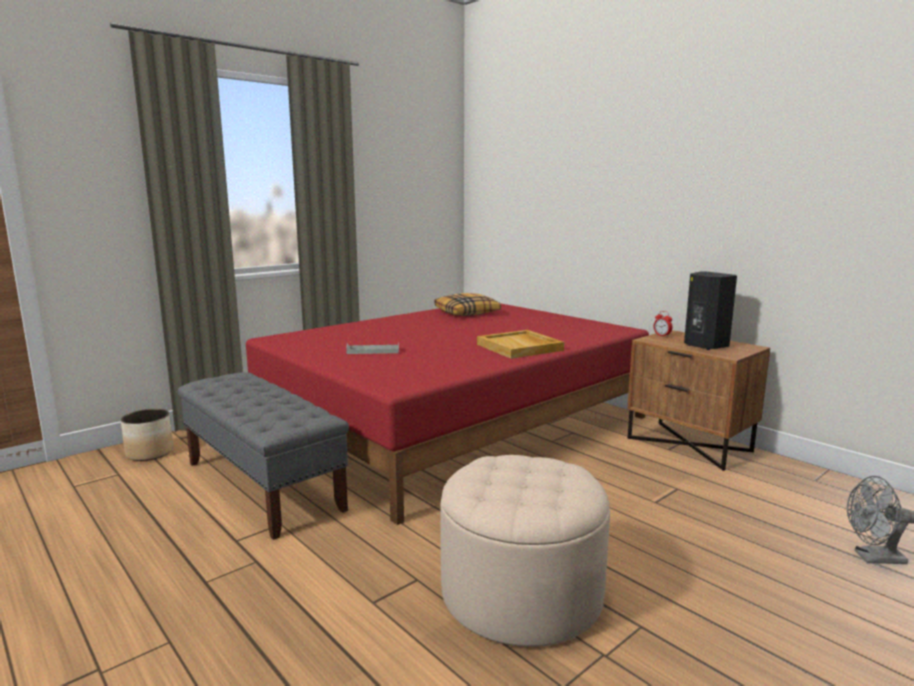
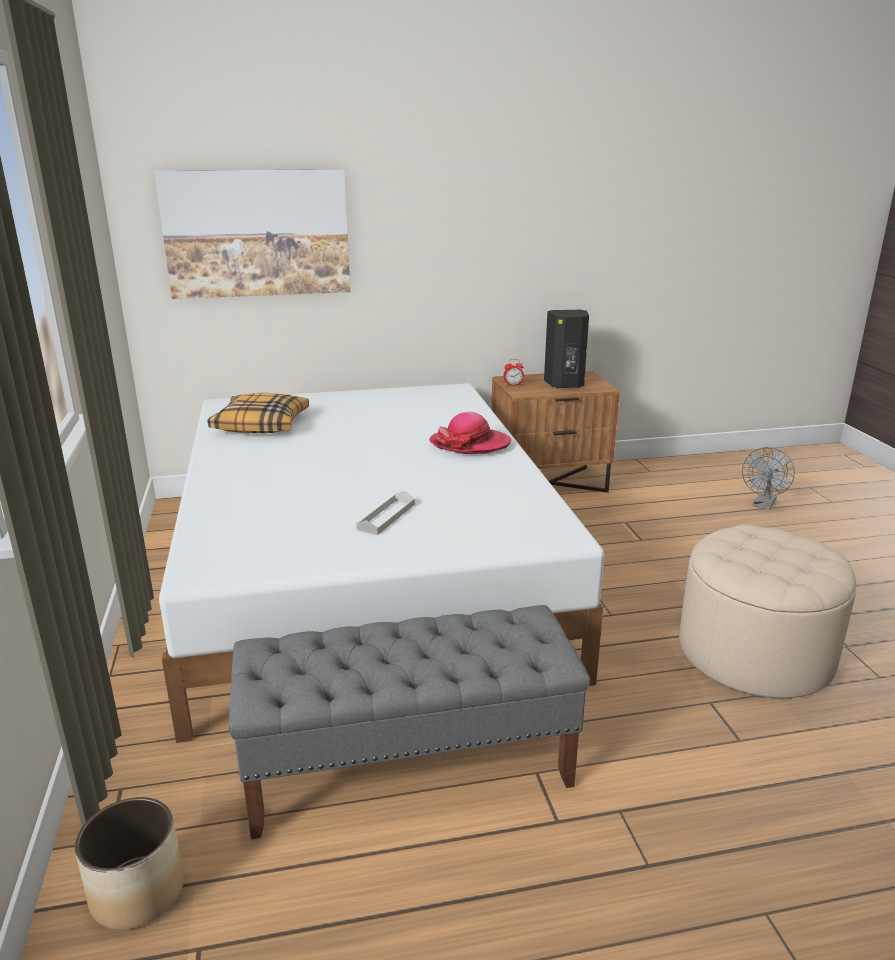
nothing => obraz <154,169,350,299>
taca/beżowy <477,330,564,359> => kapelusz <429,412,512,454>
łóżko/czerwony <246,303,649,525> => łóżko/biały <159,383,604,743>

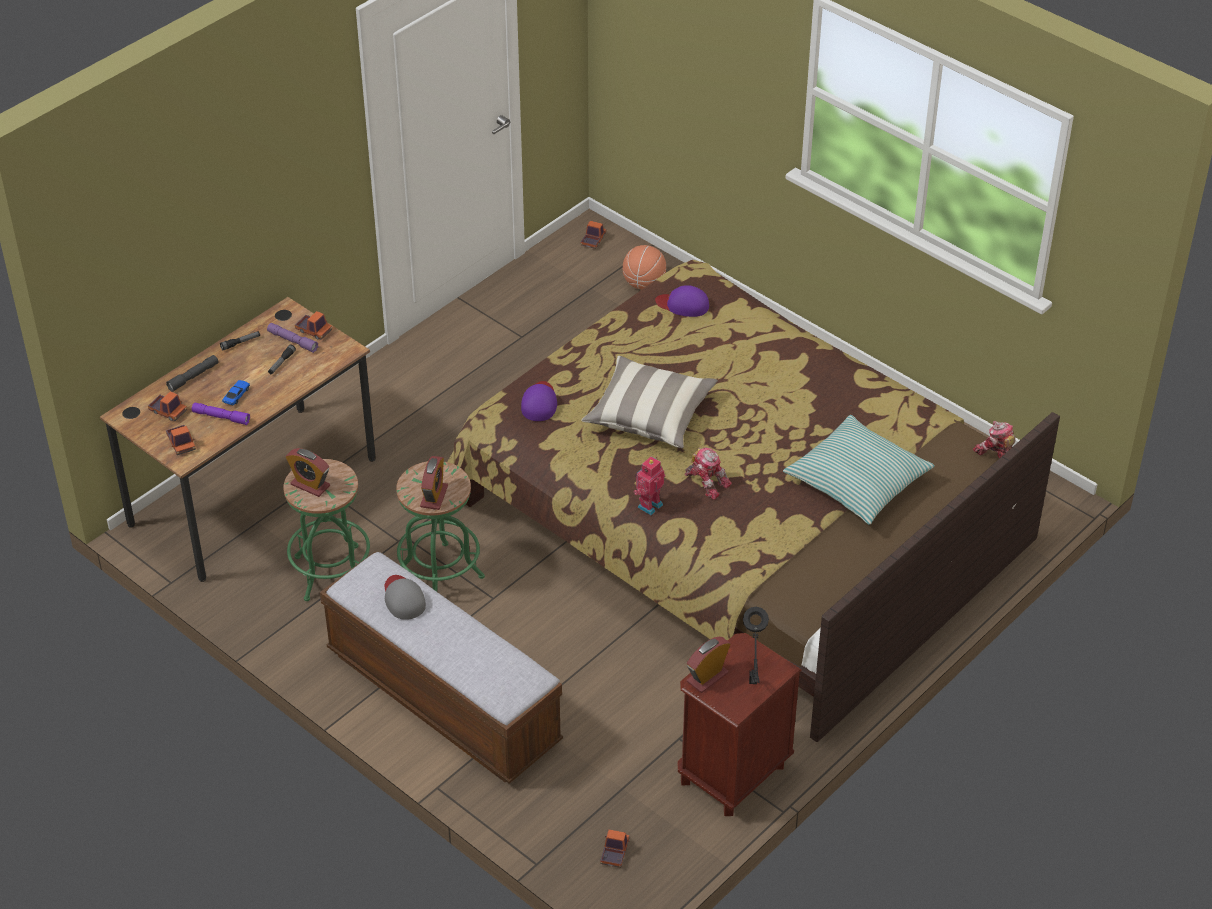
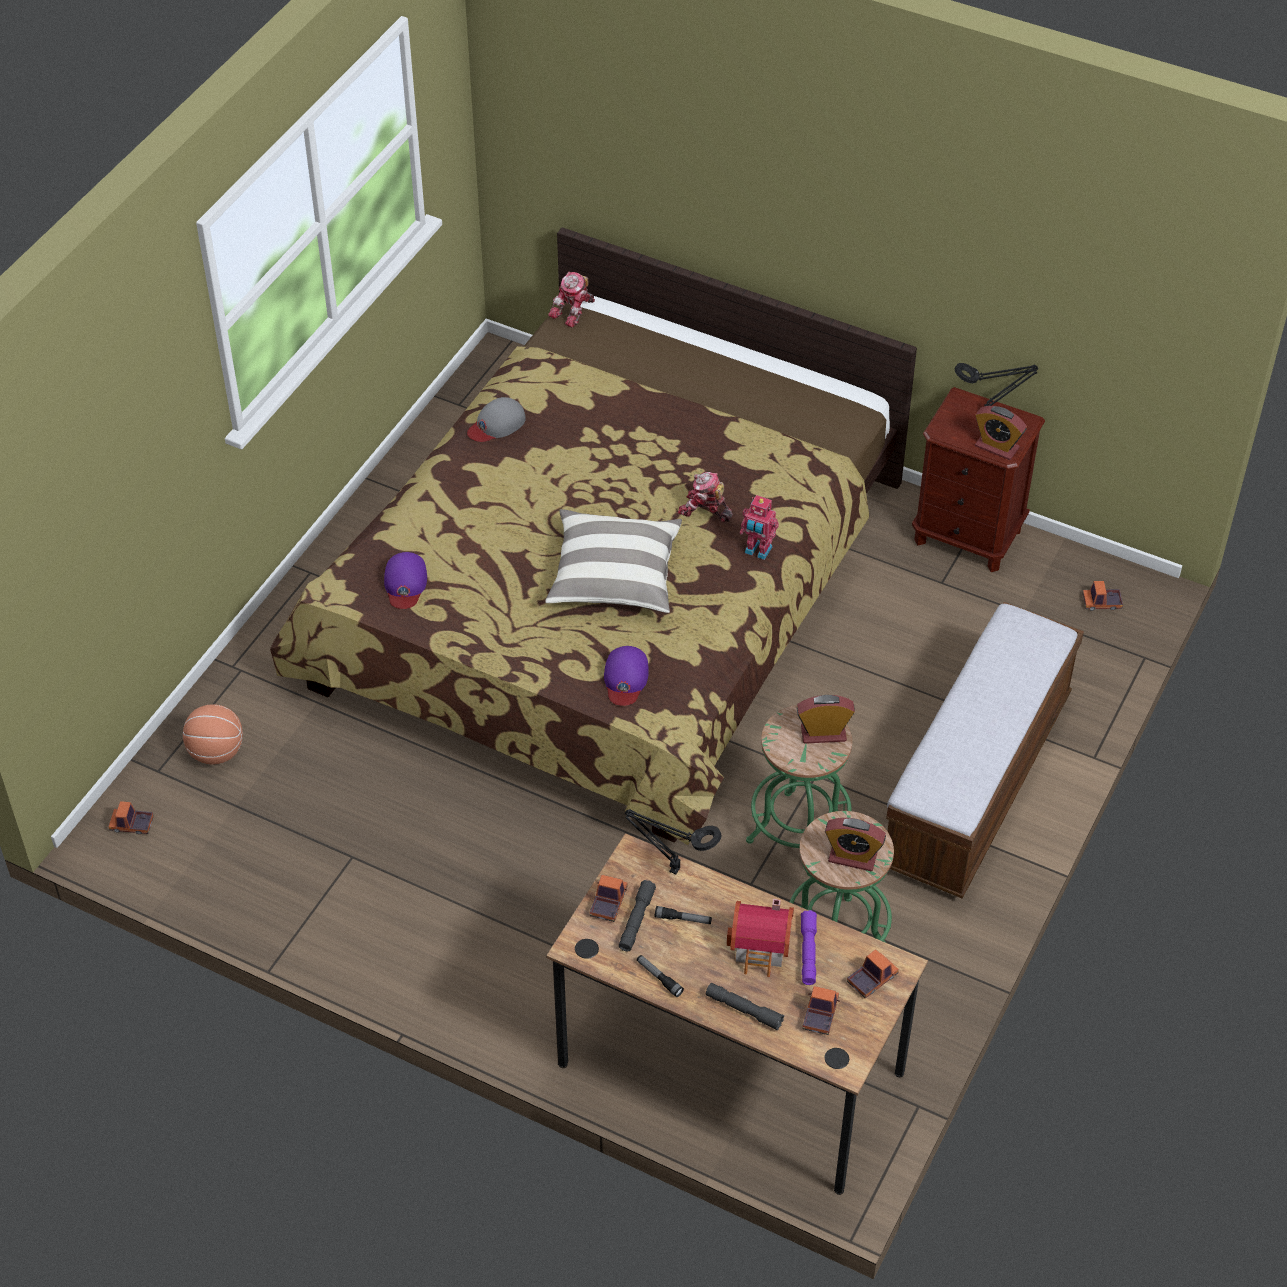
poduszka <783,415,935,525> => nothing
nothing => lampa stołowa/czarny <625,809,722,874>
czapka z daszkiem/szary <385,575,426,620> => czapka z daszkiem/szary <467,397,526,442>, relocated
samochodzik <222,380,250,406> => domek <727,899,794,977>
latarka/fioletowy <267,323,318,353> => latarka/szary <619,880,656,951>
budzik <286,448,330,497> => budzik <825,818,886,871>, 90 degrees clockwise
czapka z daszkiem/fioletowy <521,381,557,421> => czapka z daszkiem/fioletowy <604,646,649,706>, 75 degrees counterclockwise
robot zabawkowy <685,447,732,500> => robot zabawkowy <677,472,733,522>, 90 degrees counterclockwise

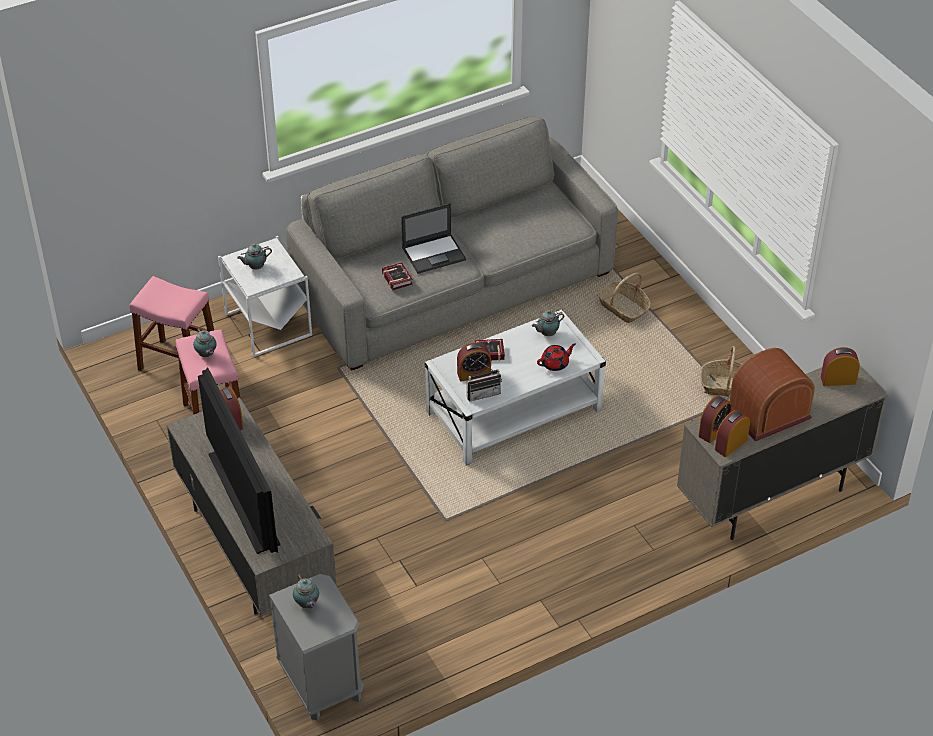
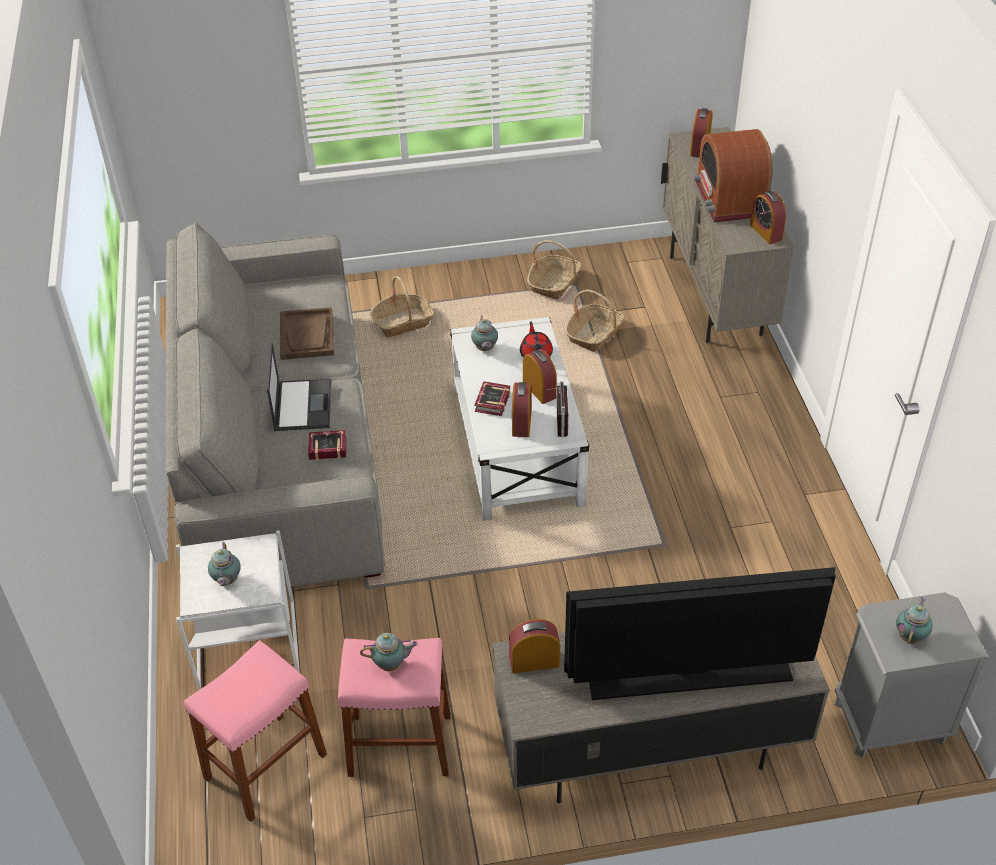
nothing => taca/brązowy <280,307,334,360>
nothing => koszyk <565,290,625,352>
budzik <698,396,732,443> => budzik <523,349,557,404>, relocated
imbryk <293,574,319,608> => imbryk <896,597,933,644>, 60 degrees counterclockwise

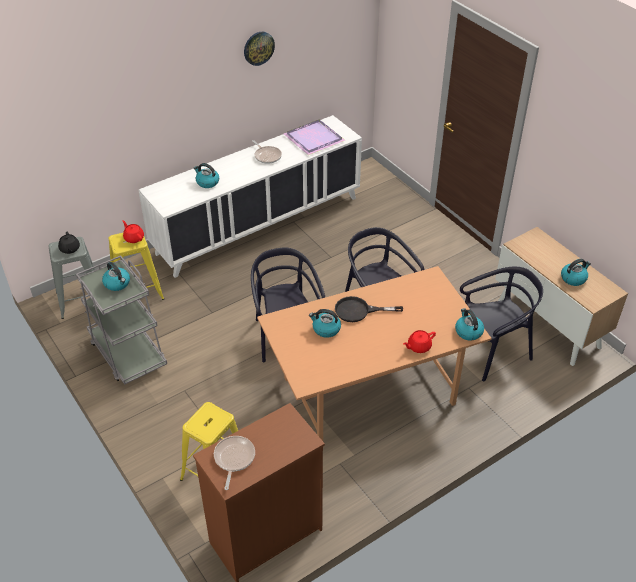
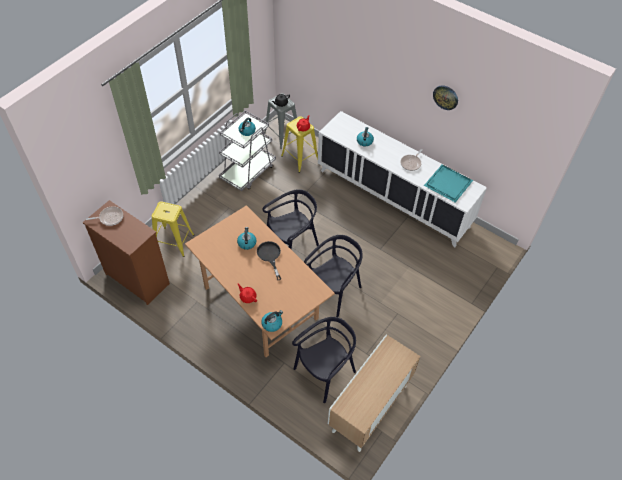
czajnik <561,259,591,286> => nothing
taca/fioletowy <284,120,345,155> => taca/turkusowy <424,164,473,203>
krzesło/czarny <460,267,543,382> => krzesło/czarny <292,317,356,403>, 90 degrees counterclockwise

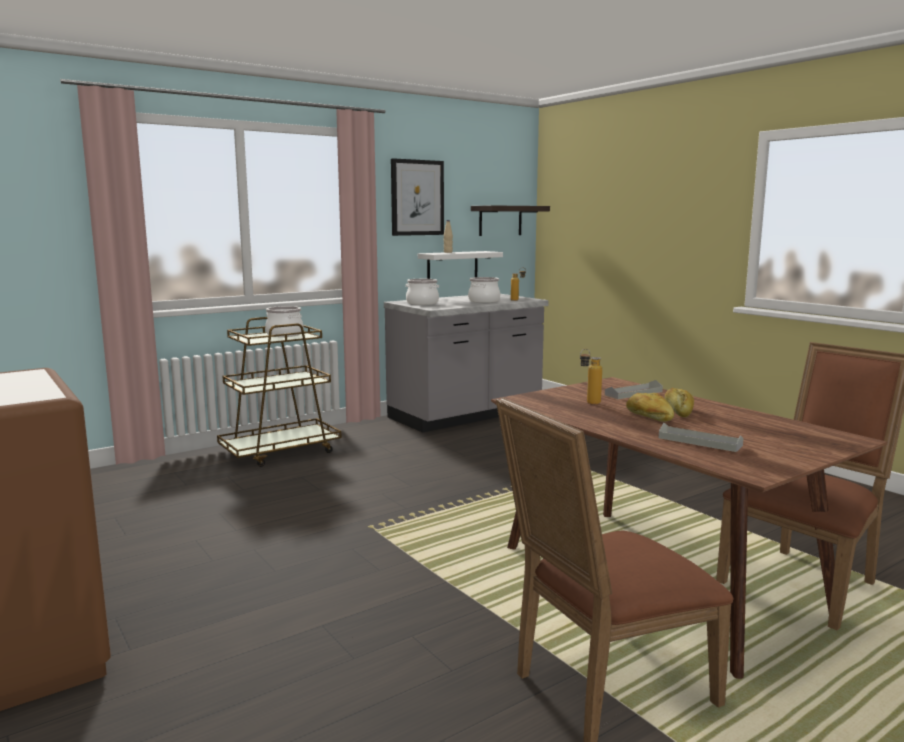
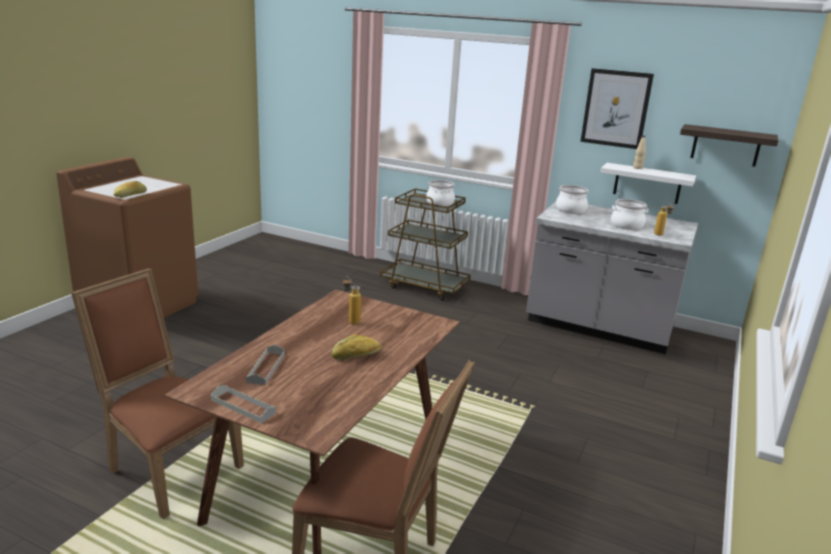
taca/szary <605,380,663,399> => taca/szary <211,385,276,423>, relocated
chleb <626,393,674,422> => chleb <114,181,147,198>, relocated

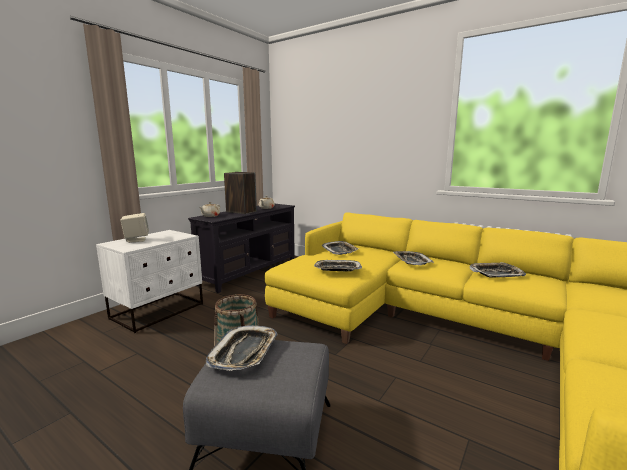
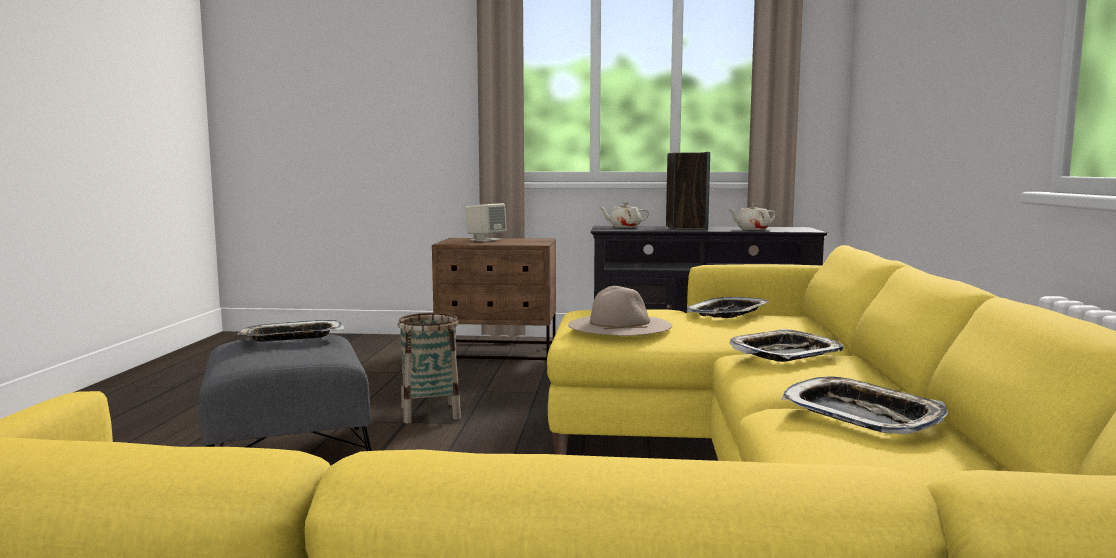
taca <314,260,362,272> => kapelusz/beżowy <568,286,672,336>
szafka nocna/biały <96,230,203,333> => szafka nocna/brązowy <432,238,556,360>

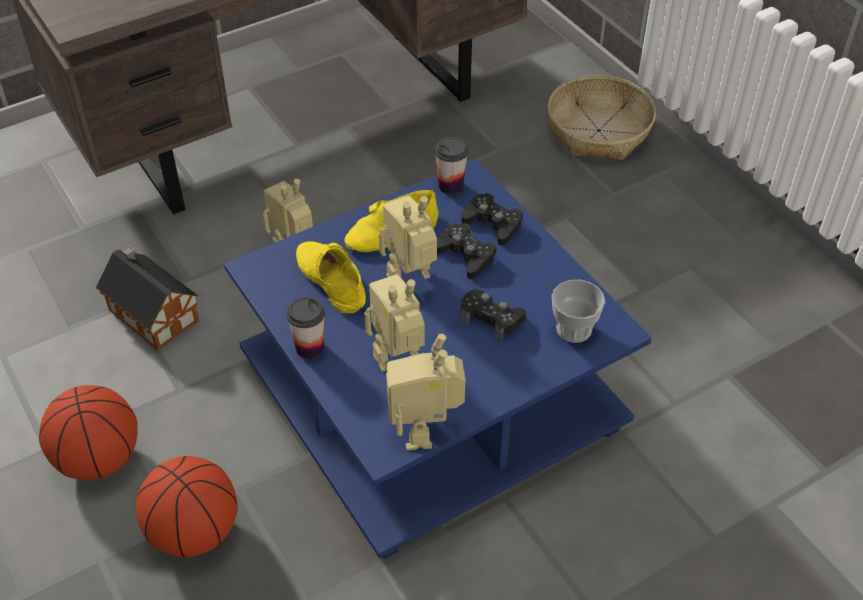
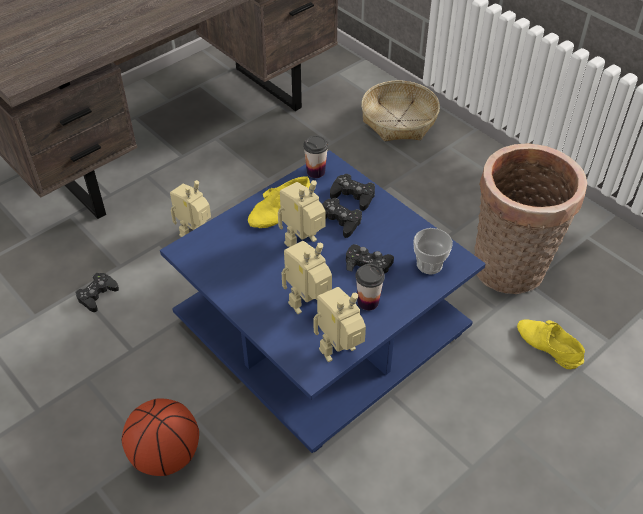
piłka do koszykówki <39,385,138,480> => nothing
nothing => koszyk <474,143,587,294>
filiżanka <286,297,325,359> => filiżanka <355,264,385,310>, relocated
but/żółty <296,241,366,313> => but/żółty <517,319,585,369>, relocated
domek <96,245,199,351> => pad do gier/czarny <75,273,119,312>
robot zabawkowy <386,334,465,450> => robot zabawkowy <314,287,366,362>, 75 degrees clockwise

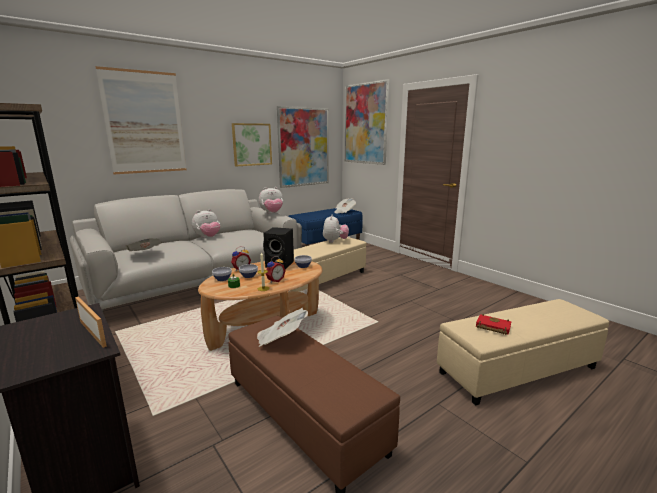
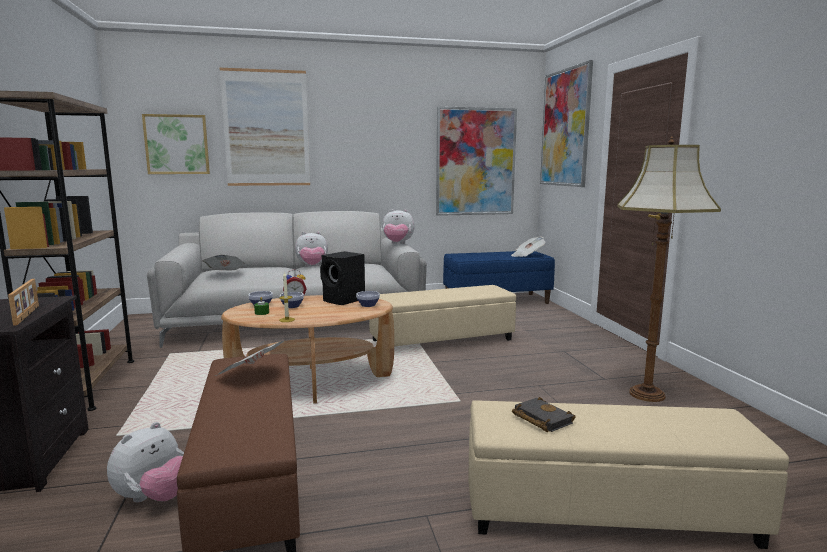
budzik <265,256,286,283> => nothing
nothing => lampa stojąca <617,137,721,402>
obraz <232,123,272,166> => obraz <142,114,210,174>, relocated
pluszak <323,215,349,243> => pluszak <107,422,184,502>, relocated
książka/czerwony <476,314,512,335> => książka/czarny <512,397,576,432>

